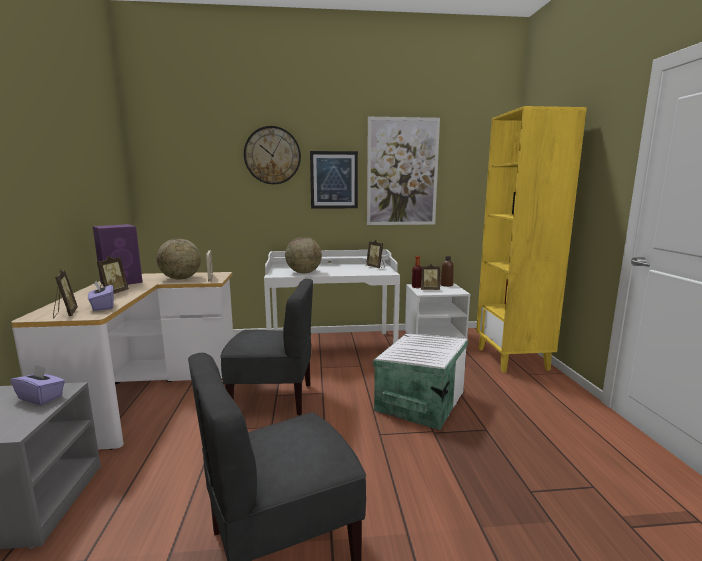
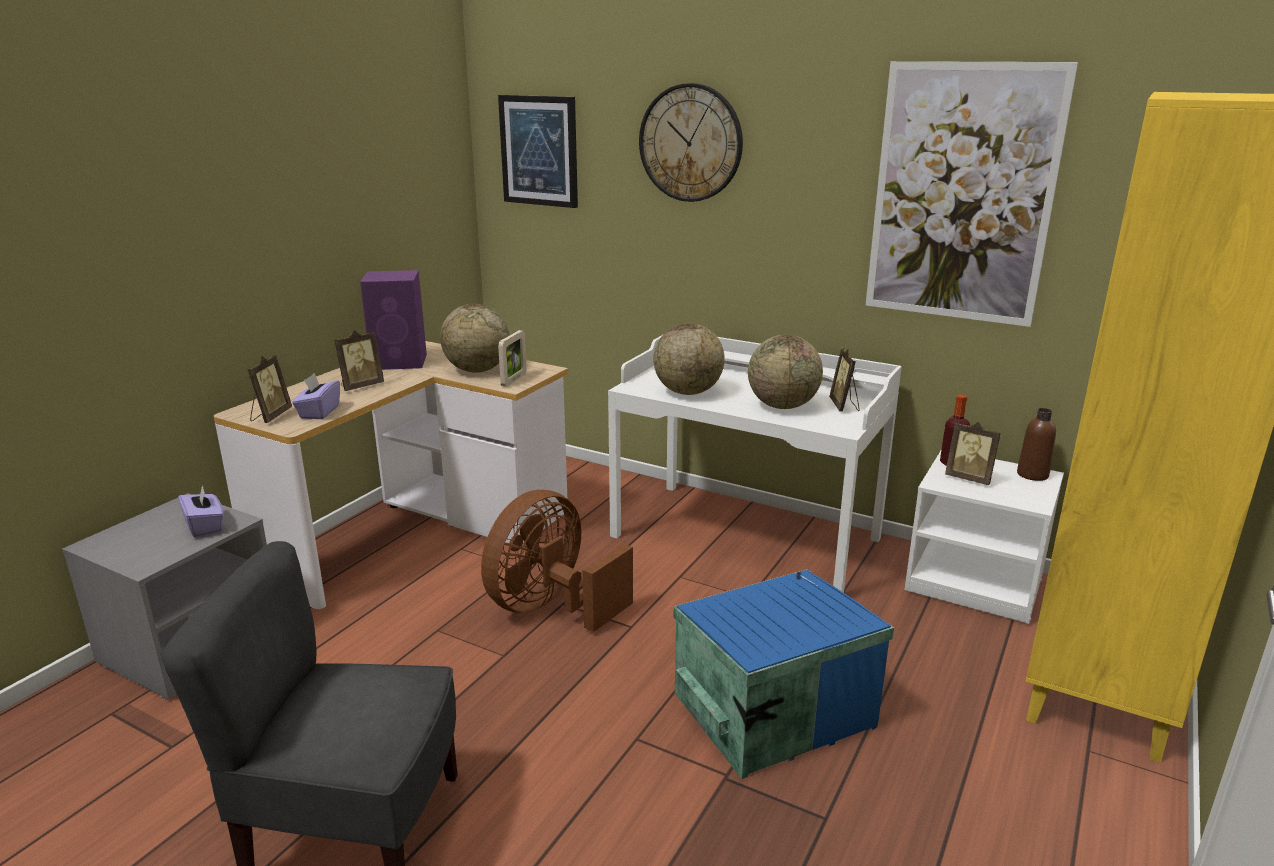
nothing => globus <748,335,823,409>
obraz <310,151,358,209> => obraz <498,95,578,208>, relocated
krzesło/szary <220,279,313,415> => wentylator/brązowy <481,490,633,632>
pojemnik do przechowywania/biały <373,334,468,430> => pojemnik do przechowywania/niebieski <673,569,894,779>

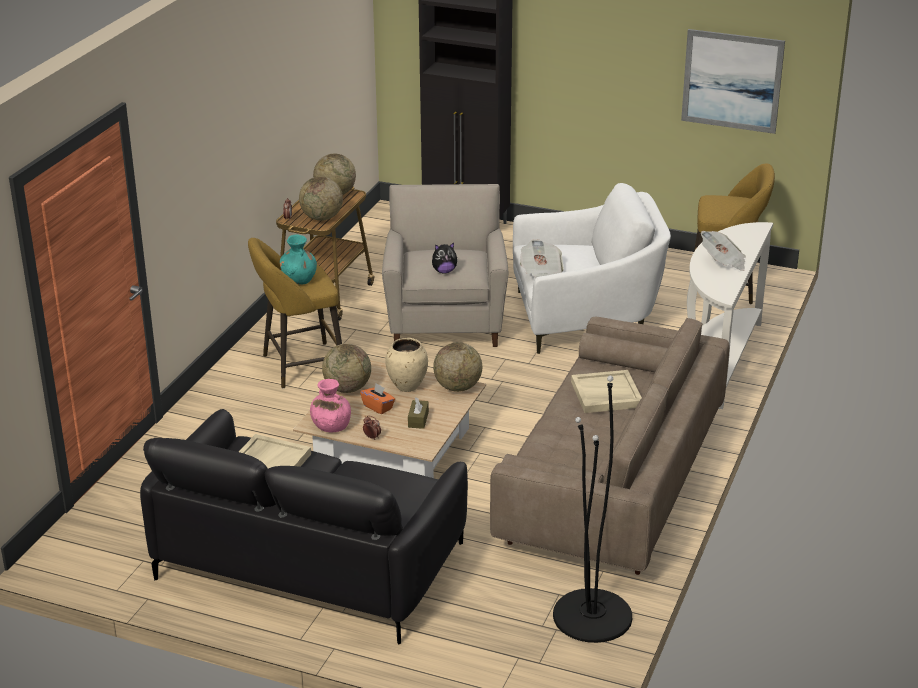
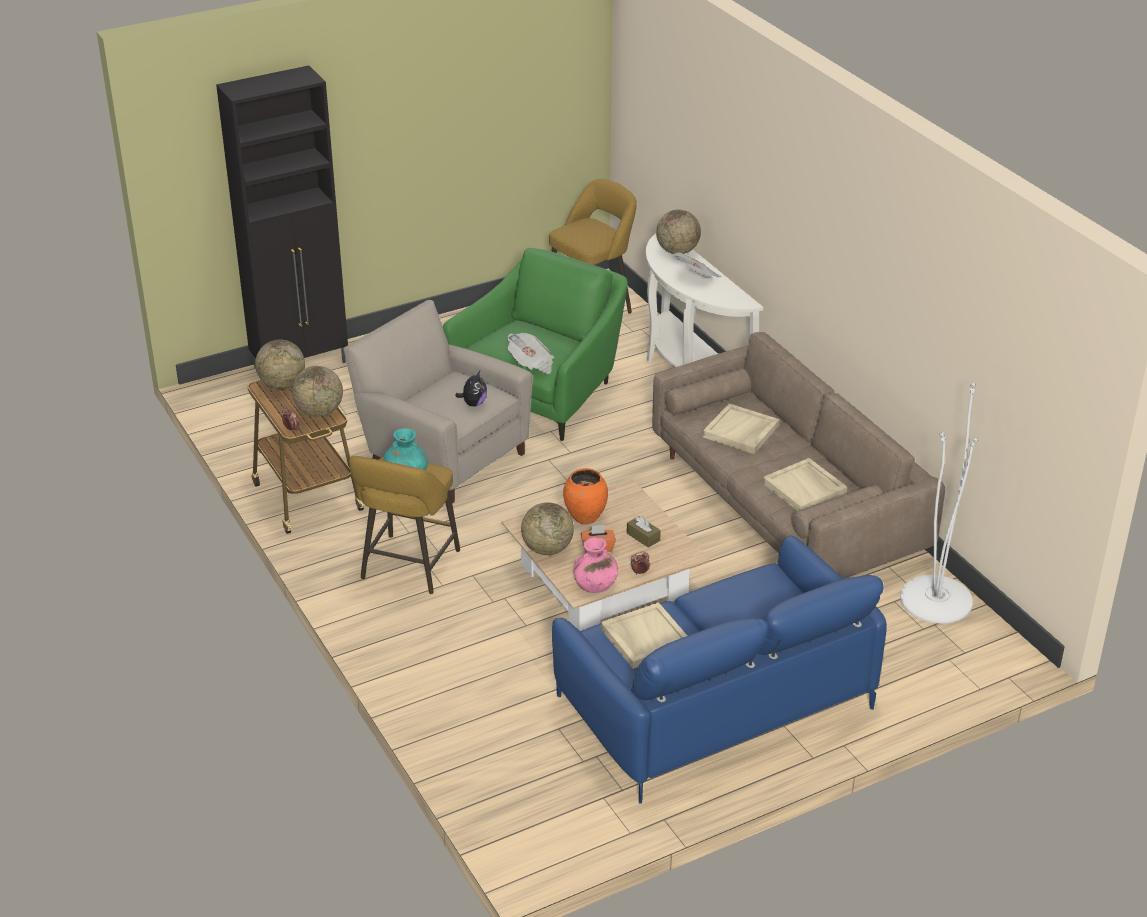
obraz <681,29,785,134> => nothing
nothing => taca/beżowy <762,458,847,511>
globus <433,342,482,392> => globus <656,210,701,254>, relocated
kanapa/czarny <140,409,468,645> => kanapa/niebieski <552,536,887,804>
wazon/beżowy <385,338,428,392> => wazon/pomarańczowy <563,468,608,524>
fotel/biały <513,183,671,354> => fotel/zielony <443,248,628,441>
lampa stojąca/czarny <553,376,632,643> => lampa stojąca/biały <900,382,978,623>

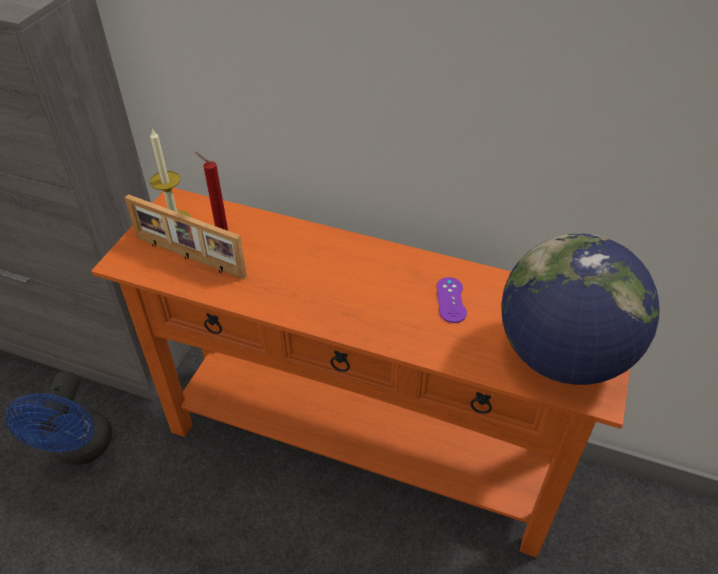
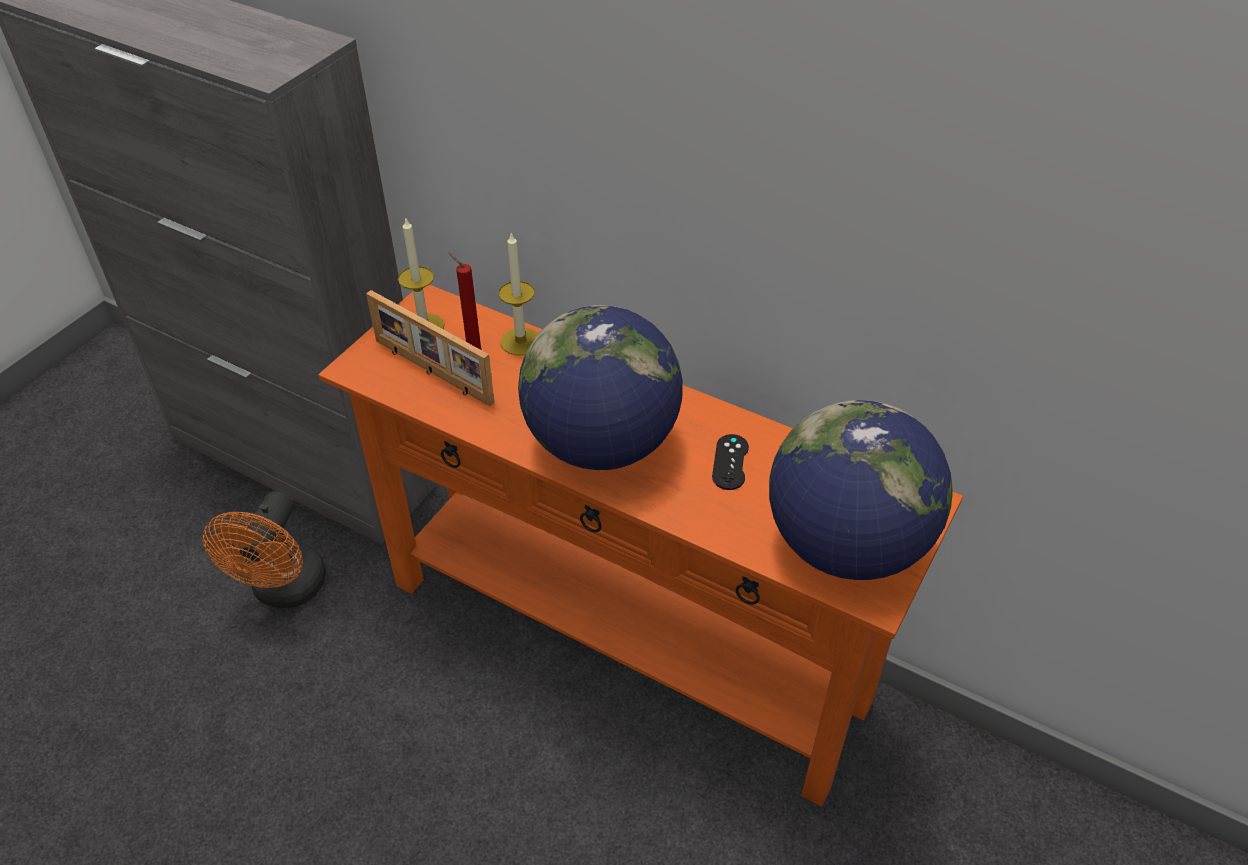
nothing => świeca <499,232,538,356>
nothing => globus <518,305,683,470>
wentylator/niebieski <5,371,112,465> => wentylator/pomarańczowy <203,491,326,608>
pad do gier/fioletowy <436,277,467,323> => pad do gier/czarny <712,434,749,490>

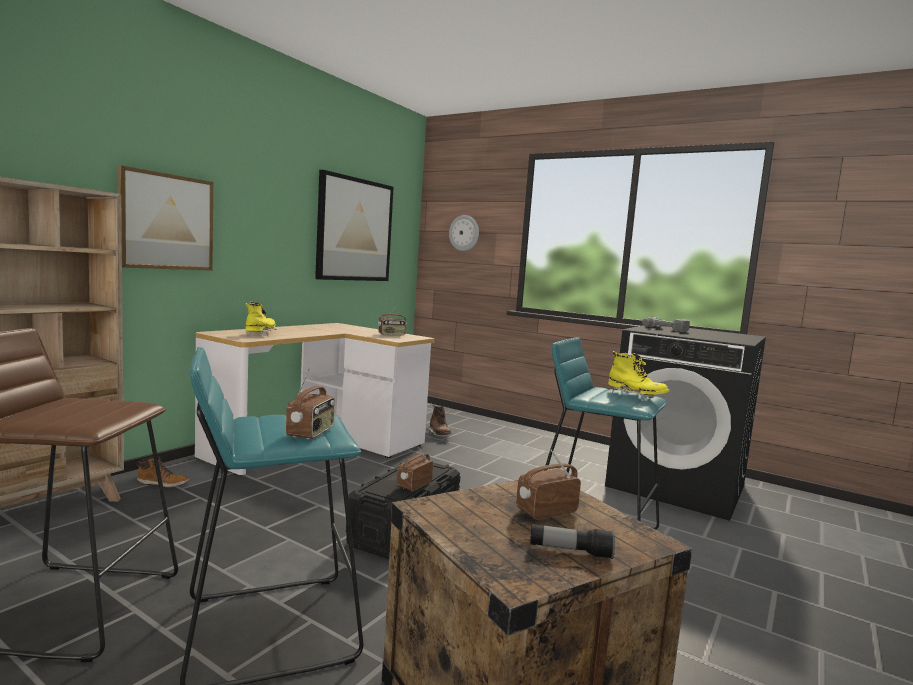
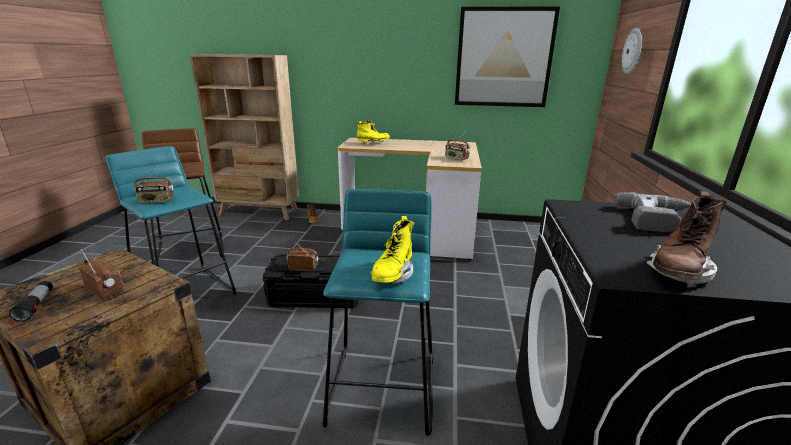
obraz <117,165,213,271> => nothing
but z cholewką/brązowy <427,405,452,437> => but z cholewką/brązowy <647,191,727,284>, relocated

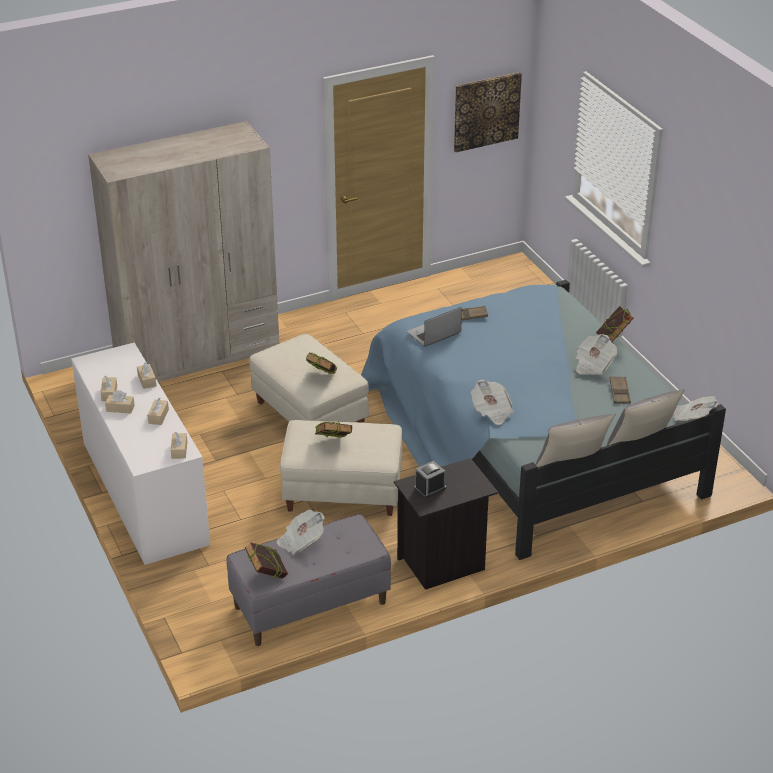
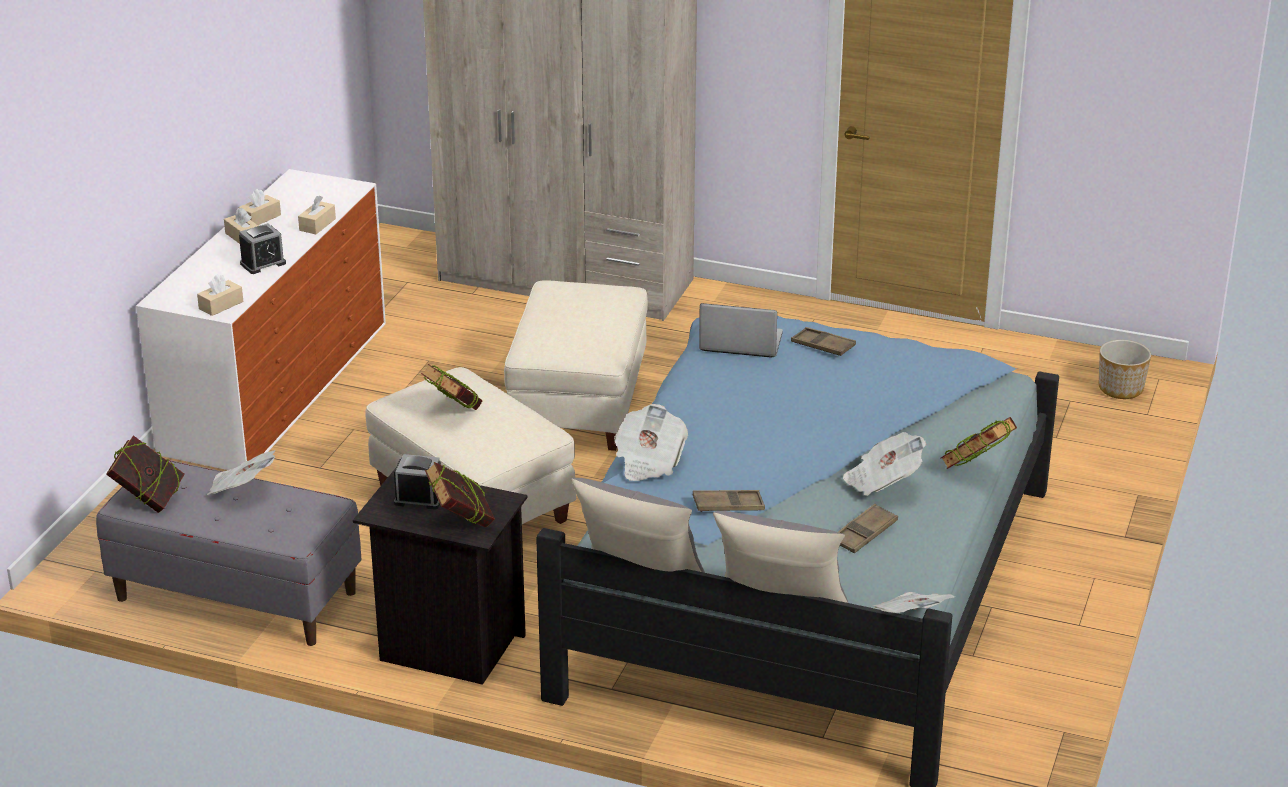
obraz <454,72,522,152> => nothing
nothing => taca/brązowy <693,490,765,512>
nothing => donica <1099,340,1151,399>
książka <306,353,337,374> => książka <425,462,495,528>, relocated
pudełko chusteczek/beżowy <147,398,169,425> => budzik <239,223,286,274>

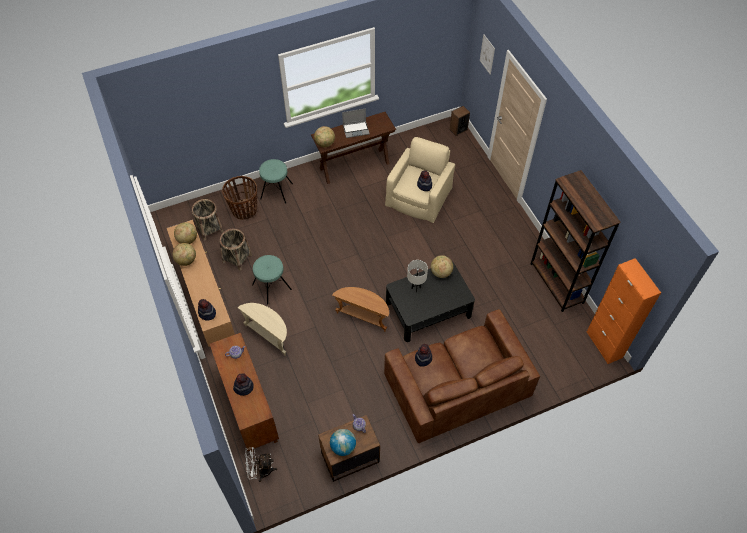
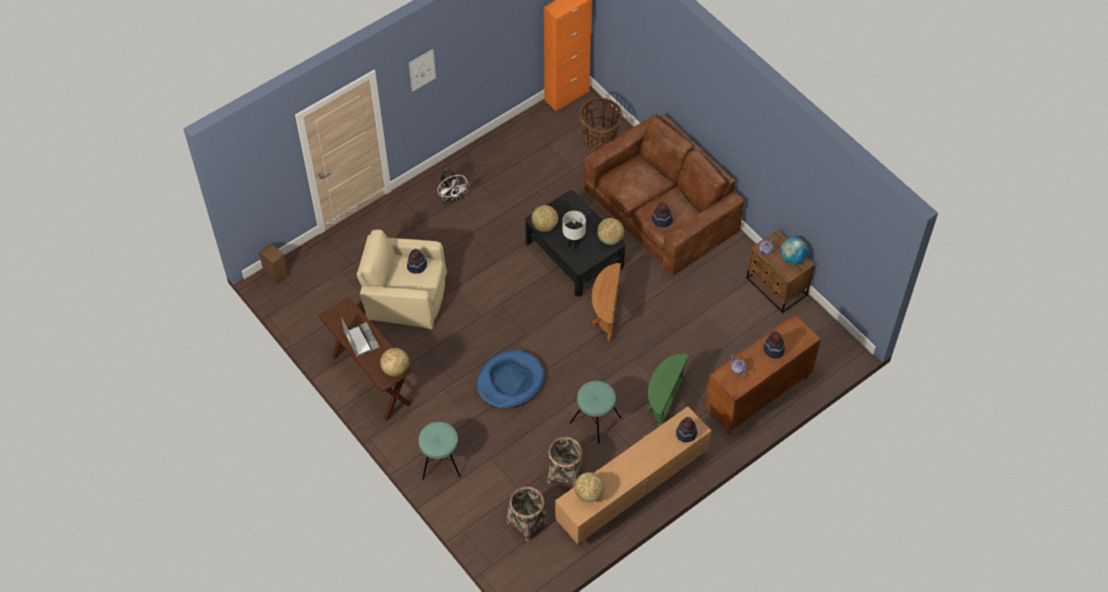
regał/brązowy <531,170,620,312> => nothing
nothing => legowisko/niebieski <477,350,544,408>
globus <172,243,196,266> => globus <597,218,624,245>, relocated
koszyk <222,176,257,220> => koszyk <580,98,622,151>, relocated
wentylator/biały <245,447,277,482> => wentylator/biały <438,169,470,205>, relocated
obraz <480,34,495,75> => obraz <409,49,436,92>, relocated
stolik/beżowy <238,303,287,356> => stolik/zielony <647,354,689,428>

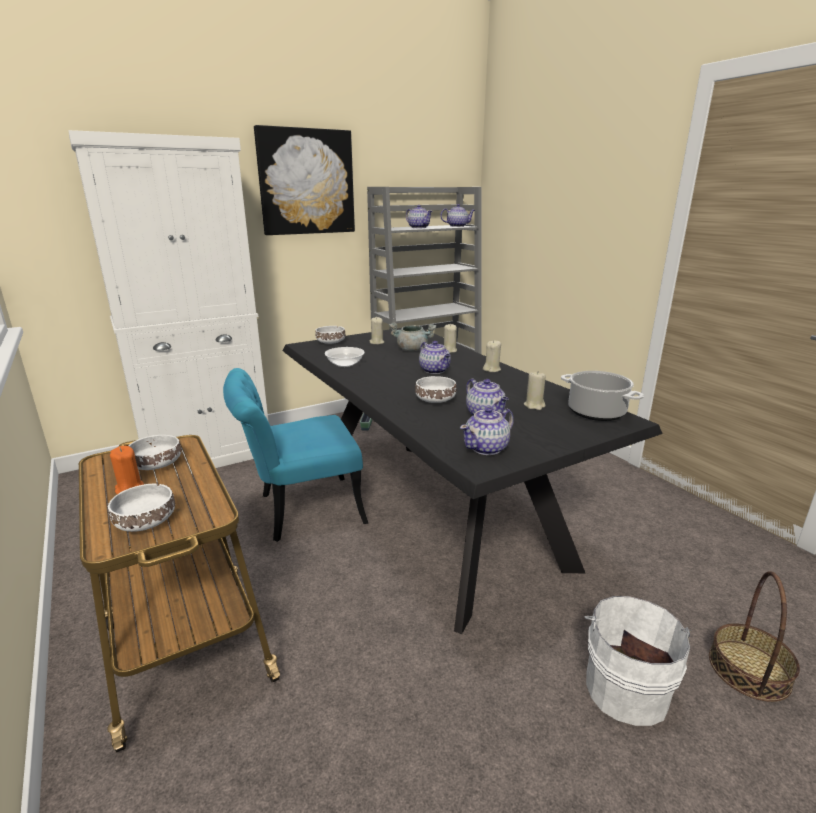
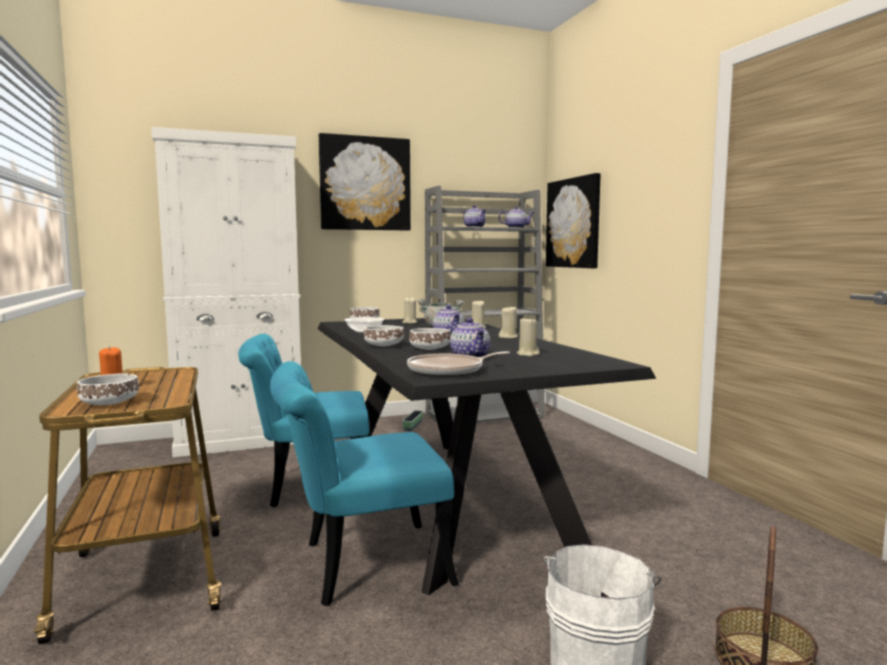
garnek <561,371,644,421> => nothing
nothing => krzesło/turkusowy <270,361,459,606>
nothing => obraz <546,173,601,268>
miska/biały <129,435,181,470> => miska/biały <364,325,404,346>, relocated
imbryk <460,407,514,455> => patelnia <407,351,510,377>

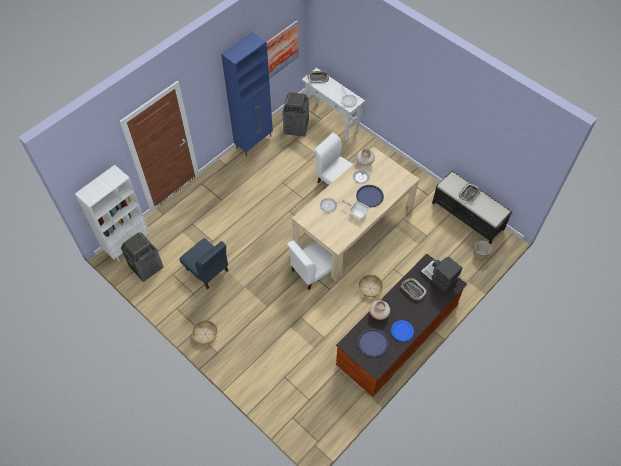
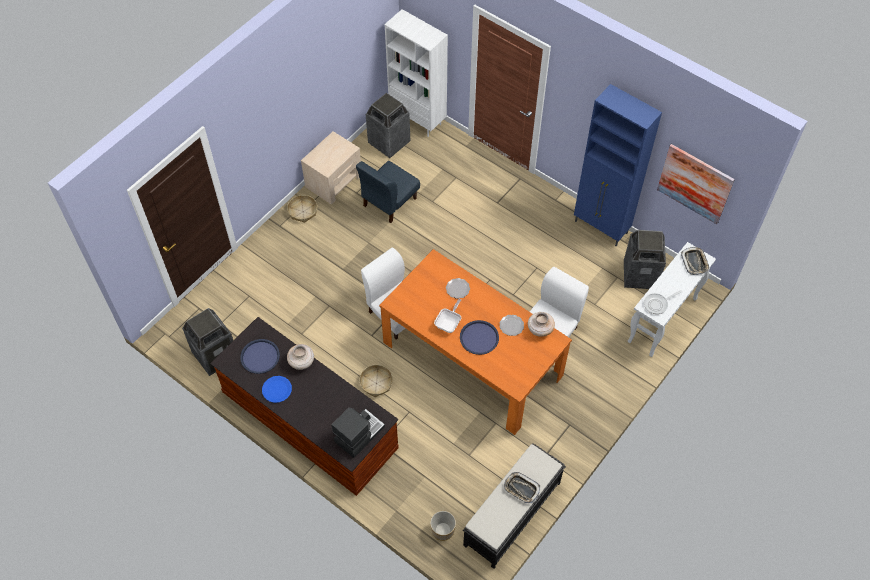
taca <401,278,427,300> => nothing
nothing => kosz na śmieci <182,308,233,376>
nothing => szafka nocna/beżowy <301,131,361,204>
stół jadalny/beżowy <291,147,420,282> => stół jadalny/pomarańczowy <379,249,572,435>

